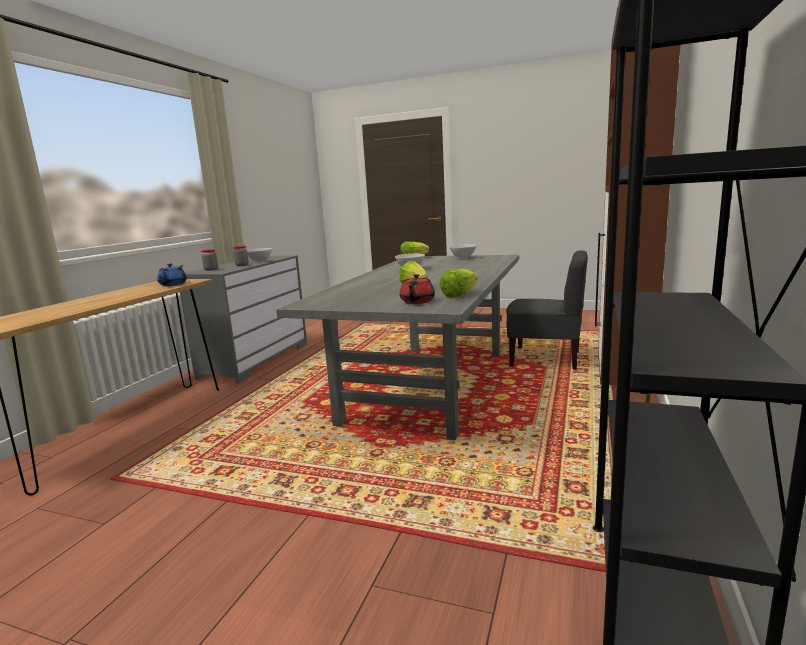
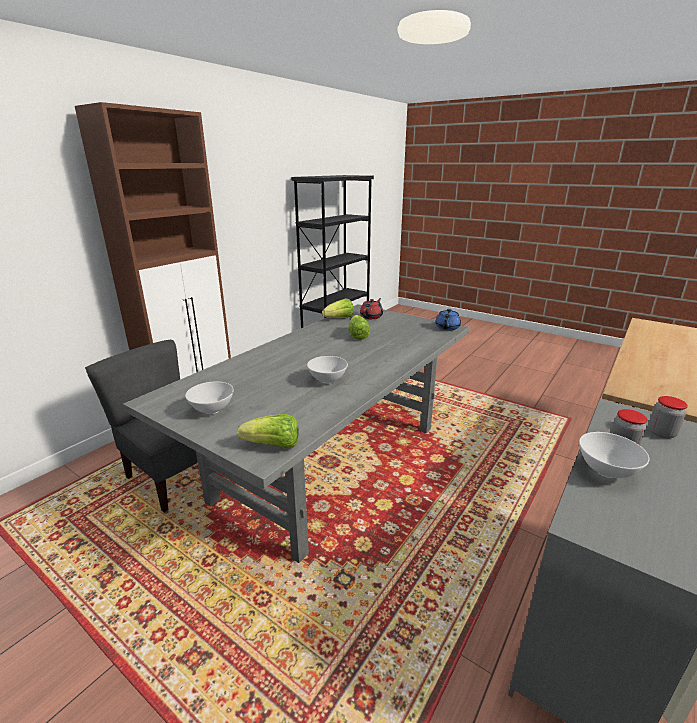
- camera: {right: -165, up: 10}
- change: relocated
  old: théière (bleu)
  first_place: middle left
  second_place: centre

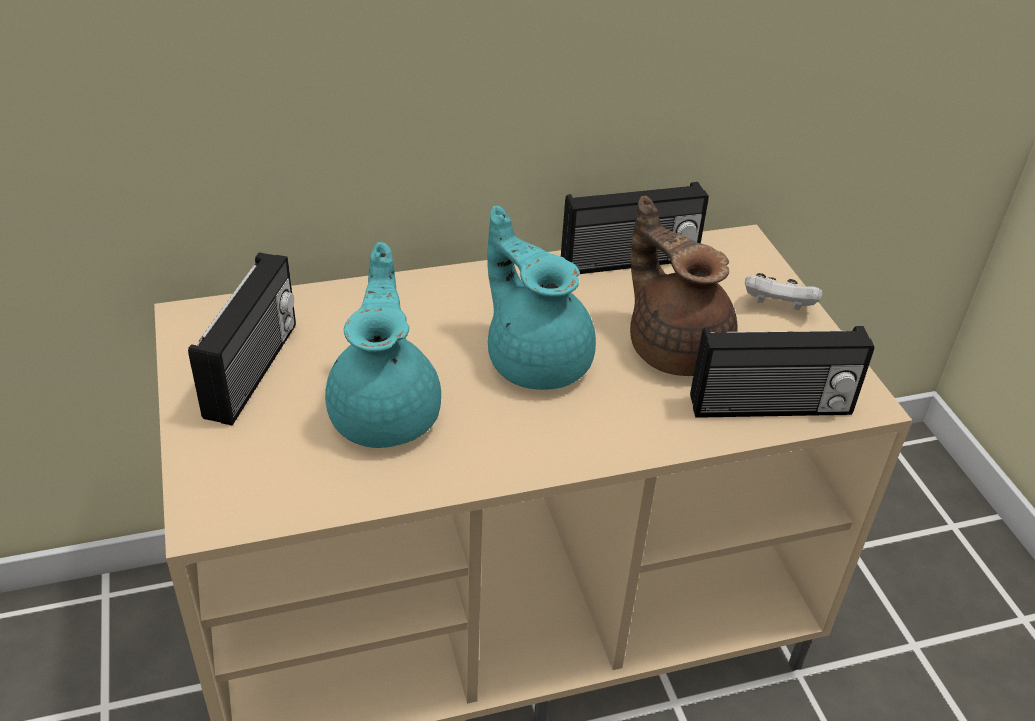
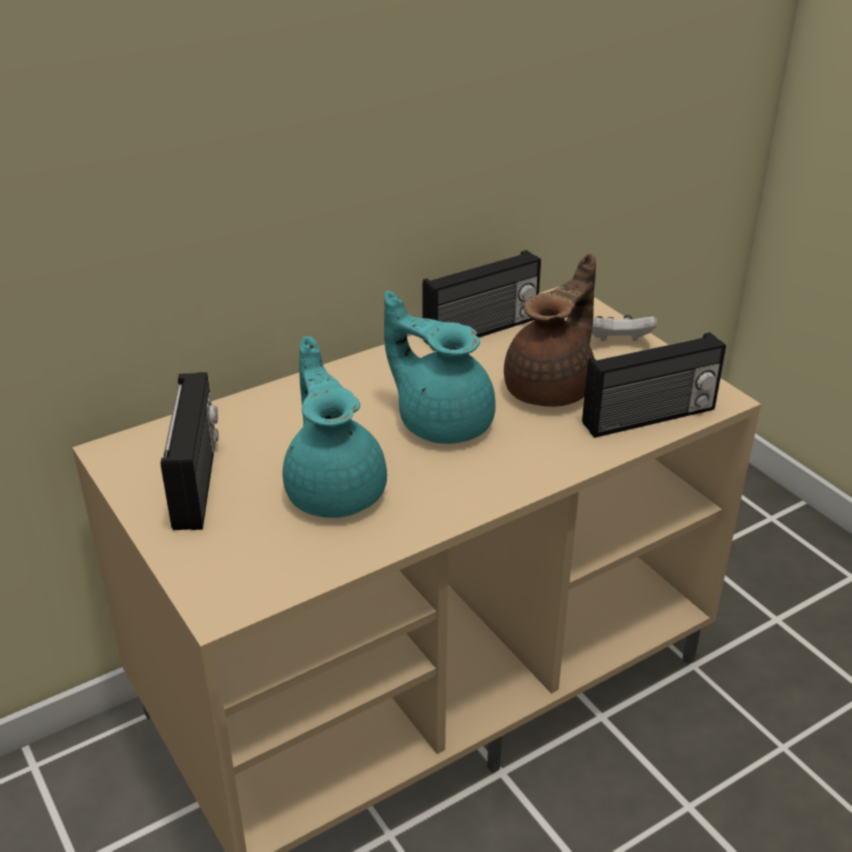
- camera: {right: -15, up: -5}
- change: spun
  old: théière (marron)
  first_place: centre
  second_place: centre
  degrees: 90

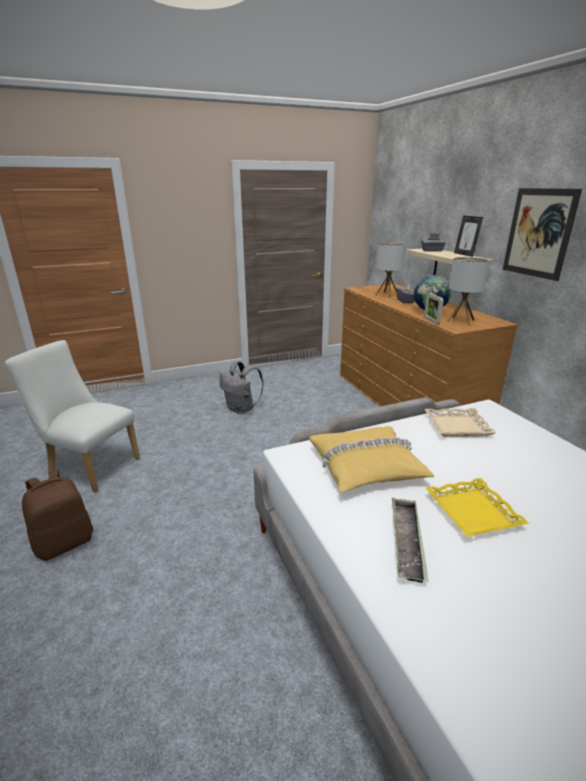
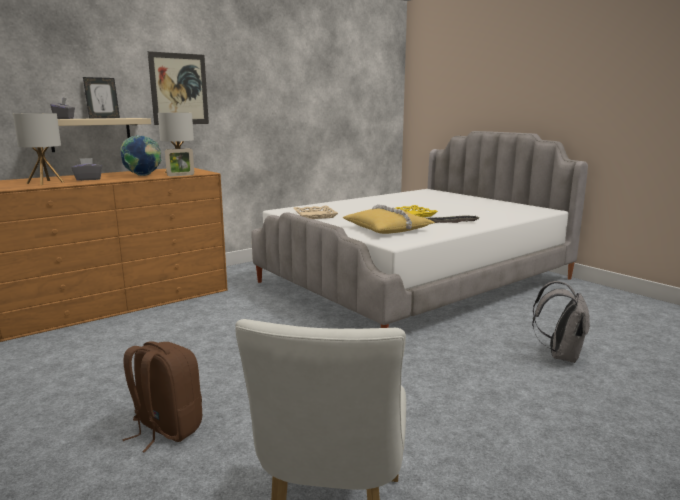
- camera: {right: -105, up: -10}
- change: relocated
  old: sac à dos (marron)
  first_place: middle left
  second_place: bottom left
- change: relocated
  old: sac à dos (gris)
  first_place: centre
  second_place: middle right

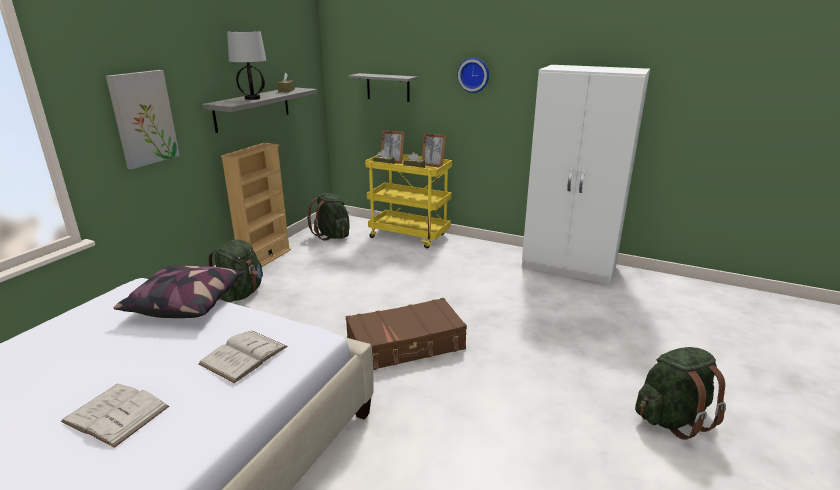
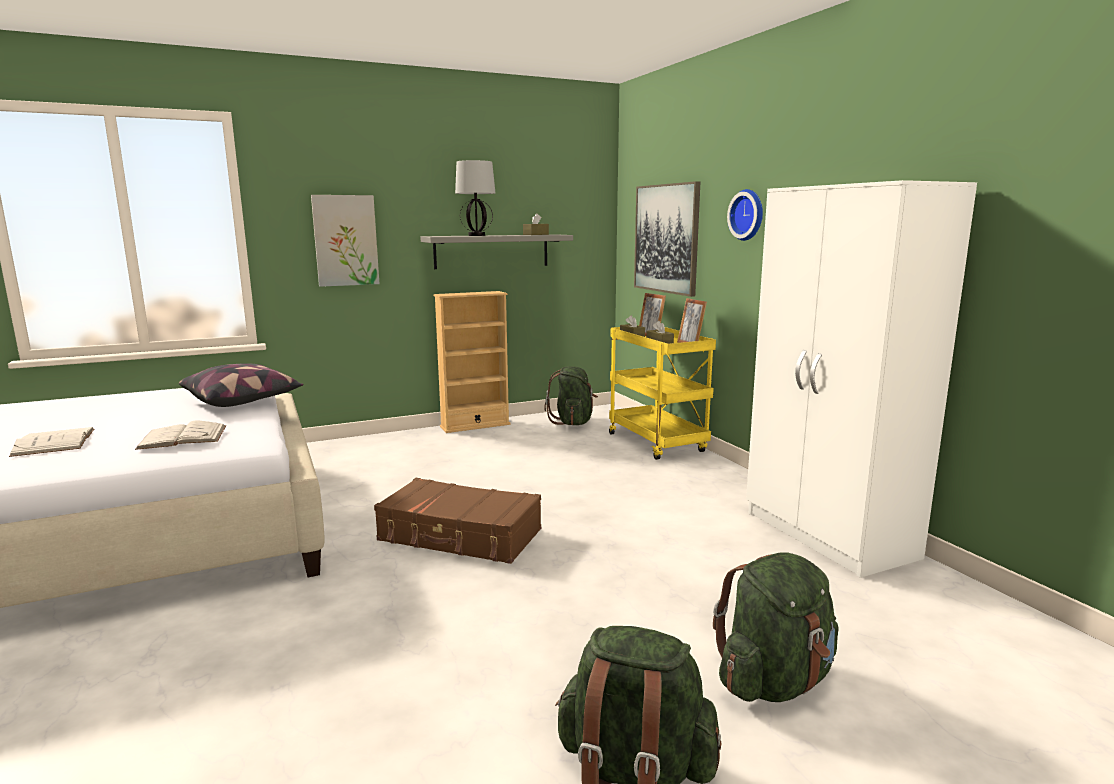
- camera: {right: 40, up: -10}
- change: exchanged
  old: étagère (gris) (no. 2 from left)
  new: tableau (no. 2 from left)
  first_place: top centre
  second_place: top centre
- change: relocated
  old: sac à dos (vert) (no. 1 from left in the first image)
  new: sac à dos (vert) (no. 3 from left)
  first_place: middle left
  second_place: bottom right

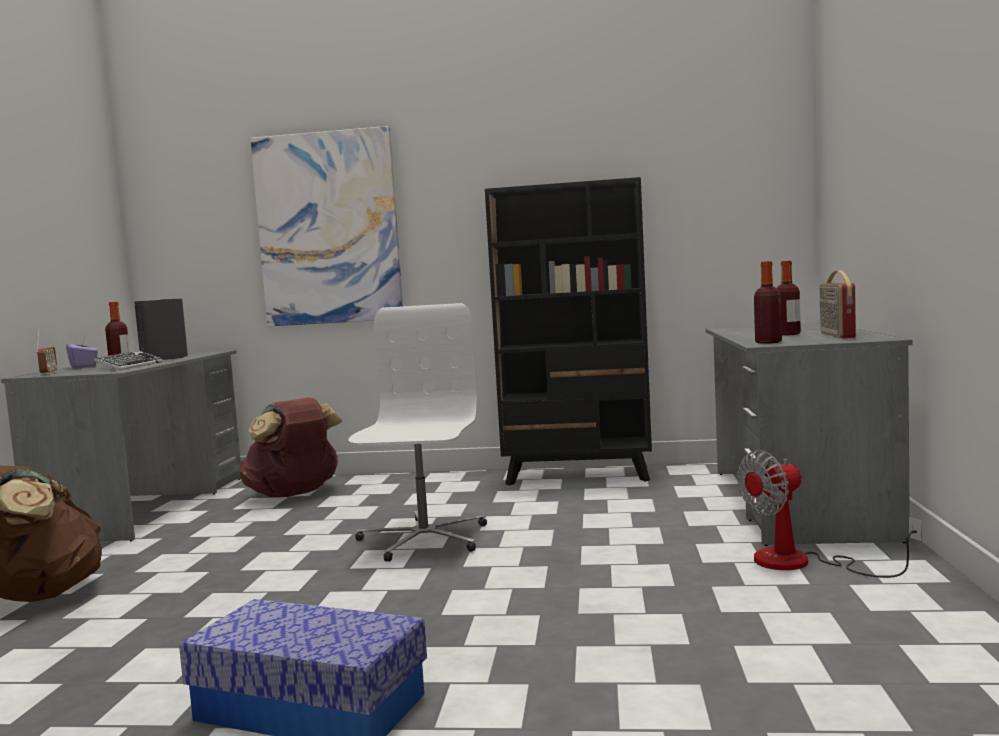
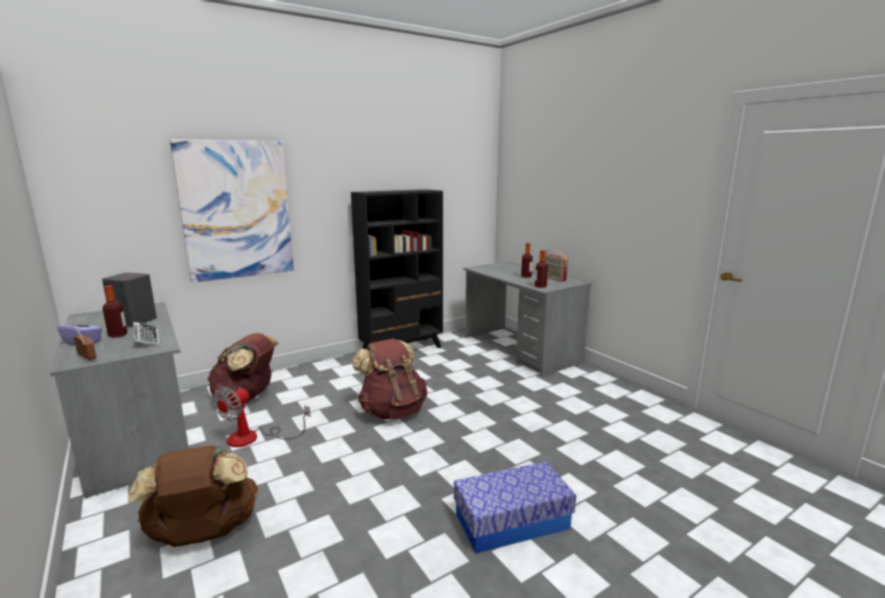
- camera: {right: -40, up: 10}
- change: relocated
  old: ventilateur
  first_place: bottom right
  second_place: bottom left
- change: exchanged
  old: chaise de bureau (blanc)
  new: sac à dos (marron) (no. 3 from left)
  first_place: centre
  second_place: centre

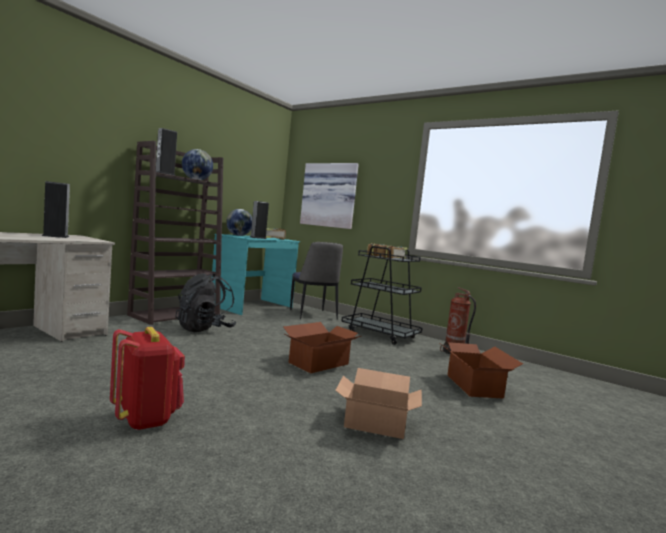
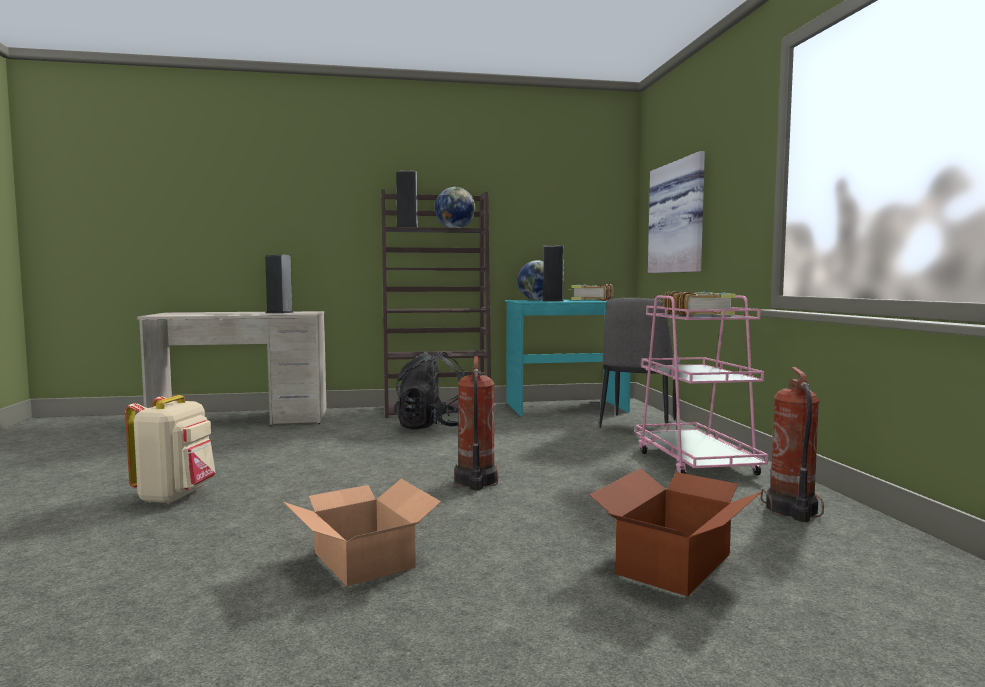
- camera: {right: 45, up: 0}
- change: colour
  old: sac à dos (rouge)
  new: sac à dos (beige)
  first_place: bottom left
  second_place: middle left
- change: exchanged
  old: carton (no. 1 from left)
  new: extincteur (no. 1 from left)
  first_place: centre
  second_place: centre
- change: colour
  old: chariot (noir)
  new: chariot (rose)
  first_place: centre
  second_place: middle right

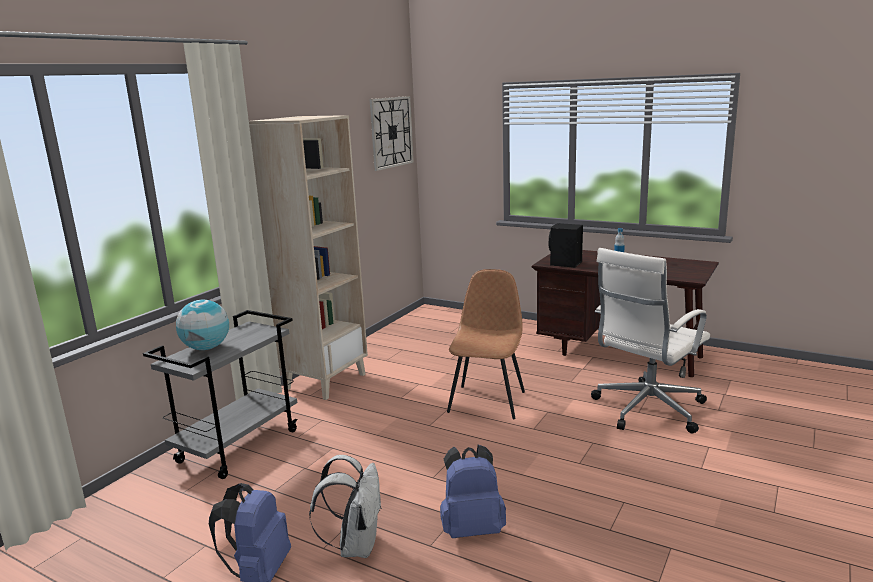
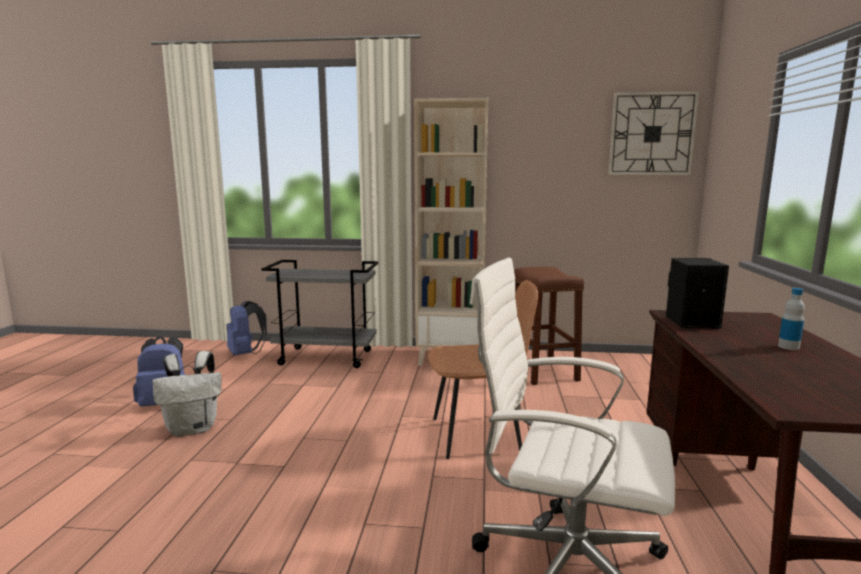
- camera: {right: 65, up: -5}
- change: relocated
  old: sac à dos (bleu) (no. 2 from left)
  first_place: bottom centre
  second_place: middle left
- change: appeared
  new: tabouret (marron)
  second_place: centre
- change: missing
  old: globe
  first_place: middle left

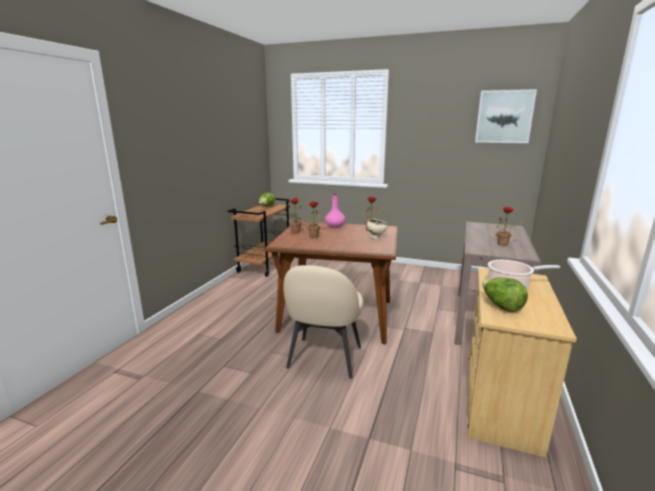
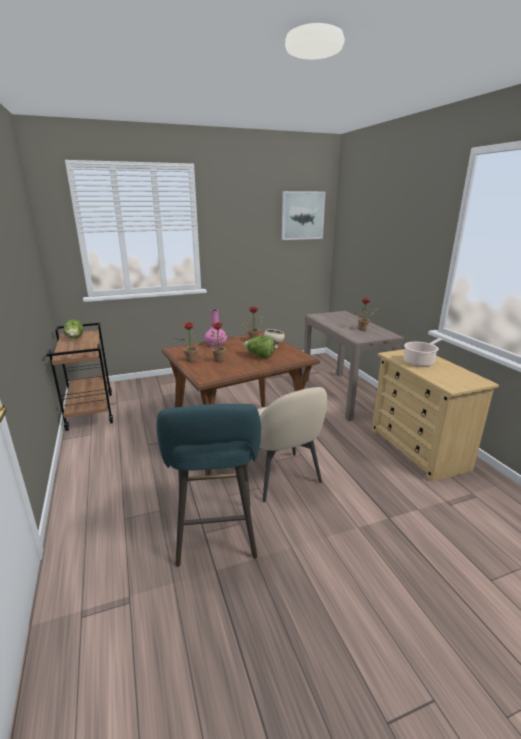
- camera: {right: -40, up: 5}
- change: appeared
  new: tabouret (turquoise)
  second_place: centre
- change: relocated
  old: laitue (no. 2 from left)
  first_place: middle right
  second_place: centre

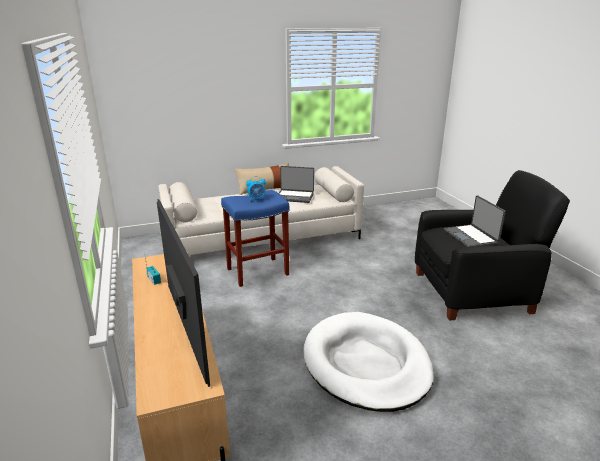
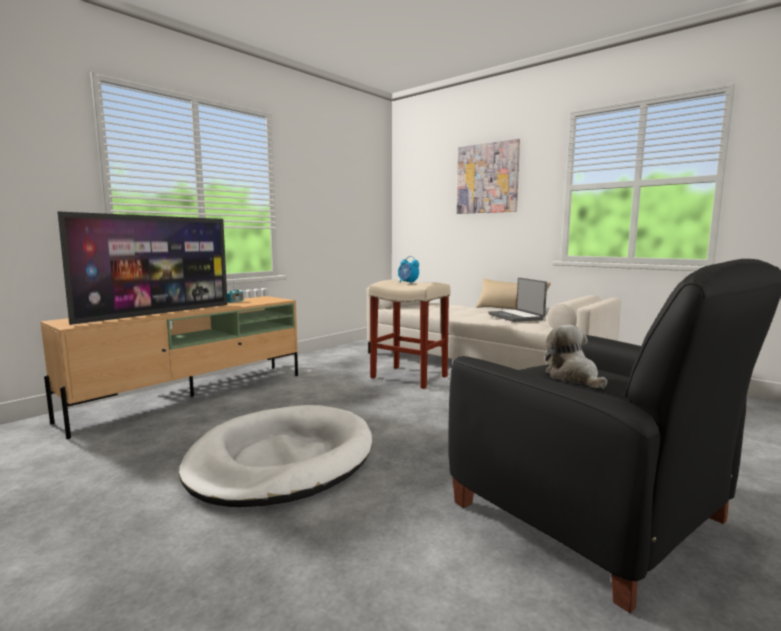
- camera: {right: 60, up: -15}
- change: colour
  old: tabouret (bleu)
  new: tabouret (beige)
  first_place: centre
  second_place: centre
- change: appeared
  new: tableau
  second_place: top centre
- change: exchanged
  old: ordinateur portable (no. 2 from left)
  new: peluche
  first_place: middle right
  second_place: middle right

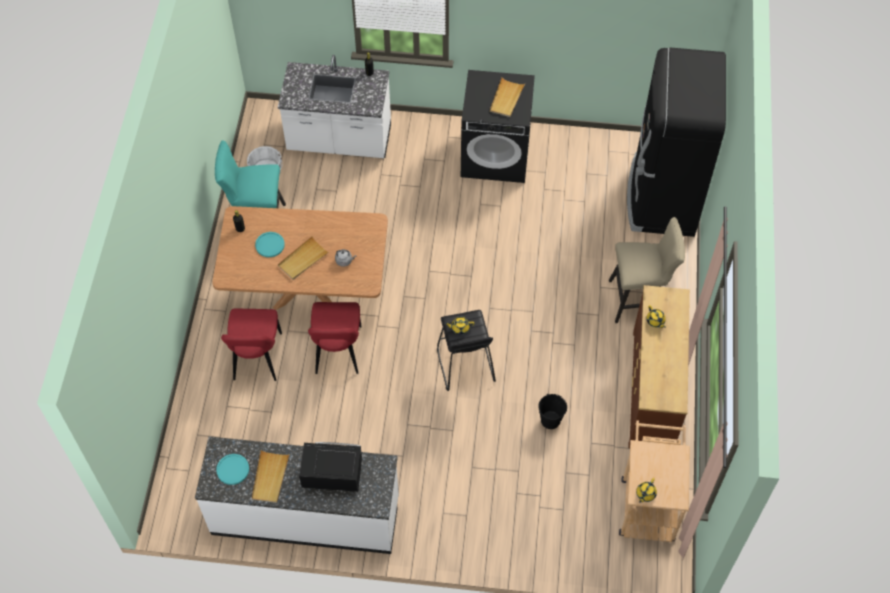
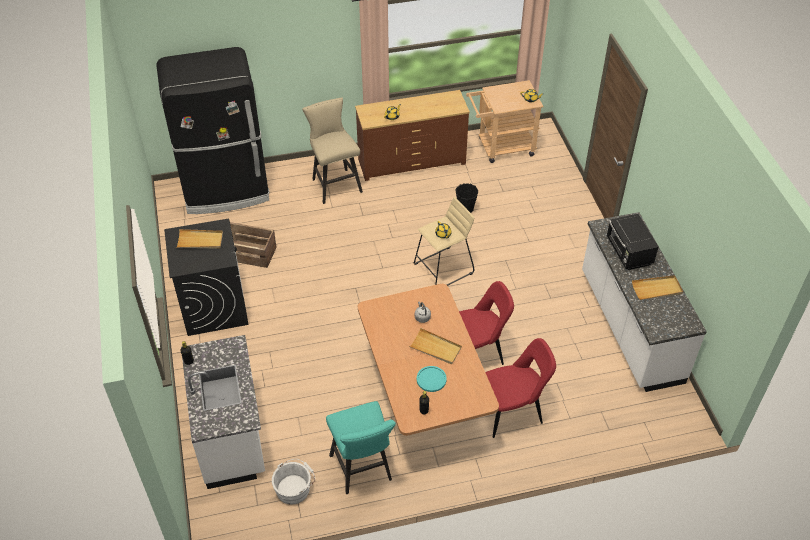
- camera: {right: -110, up: -10}
- change: appeared
  new: caisse
  second_place: middle left
- change: colour
  old: tabouret (noir)
  new: tabouret (beige) (no. 2 from left)
  first_place: centre
  second_place: centre
- change: missing
  old: assiette (turquoise) (no. 1 from left)
  first_place: bottom left

